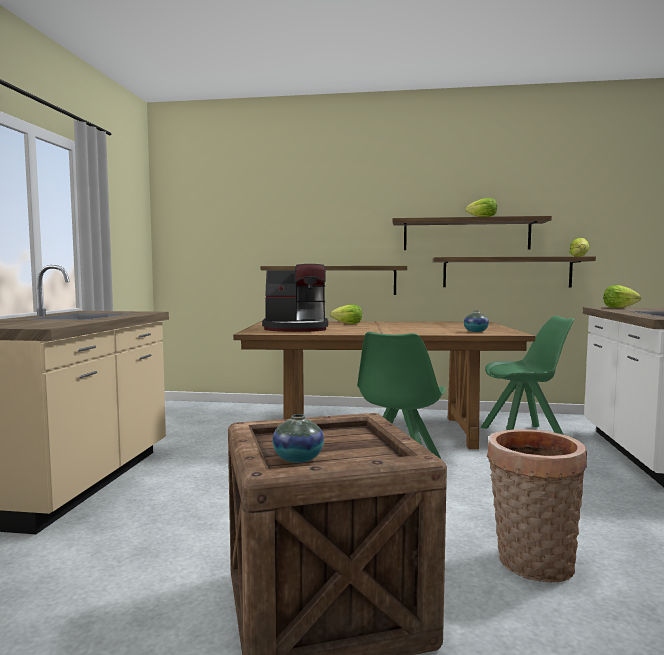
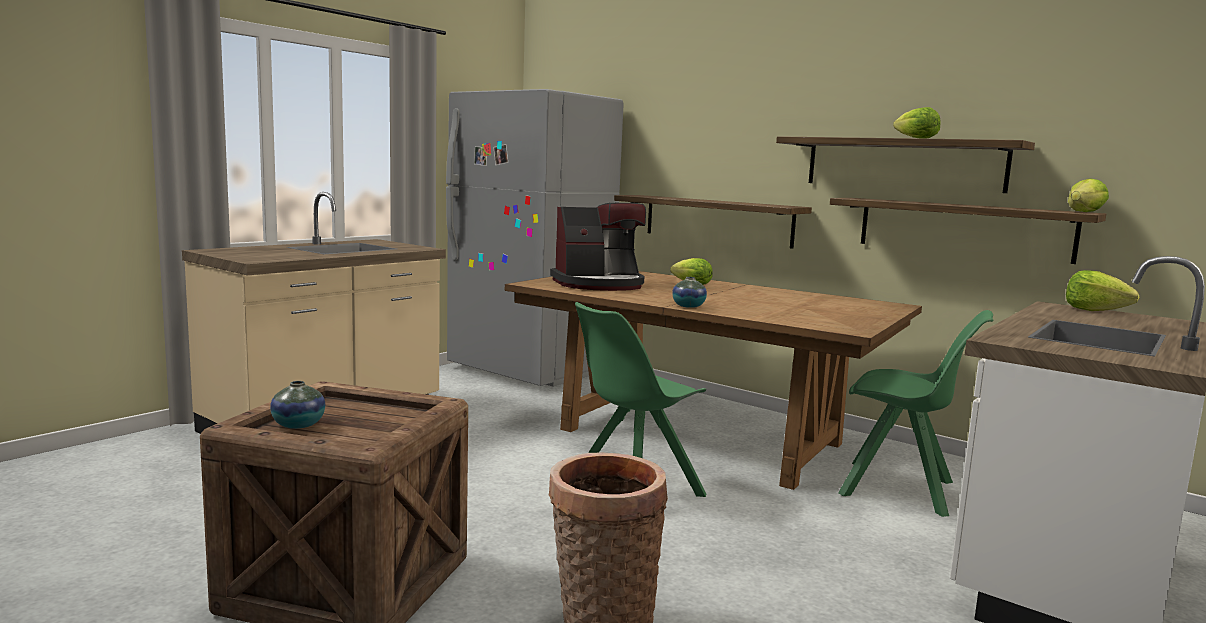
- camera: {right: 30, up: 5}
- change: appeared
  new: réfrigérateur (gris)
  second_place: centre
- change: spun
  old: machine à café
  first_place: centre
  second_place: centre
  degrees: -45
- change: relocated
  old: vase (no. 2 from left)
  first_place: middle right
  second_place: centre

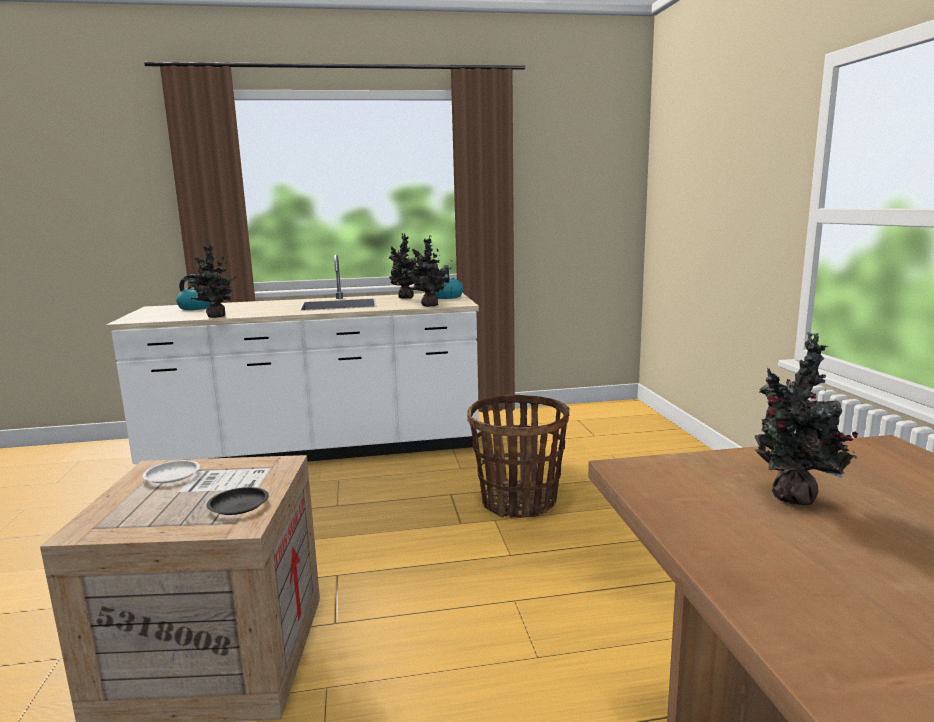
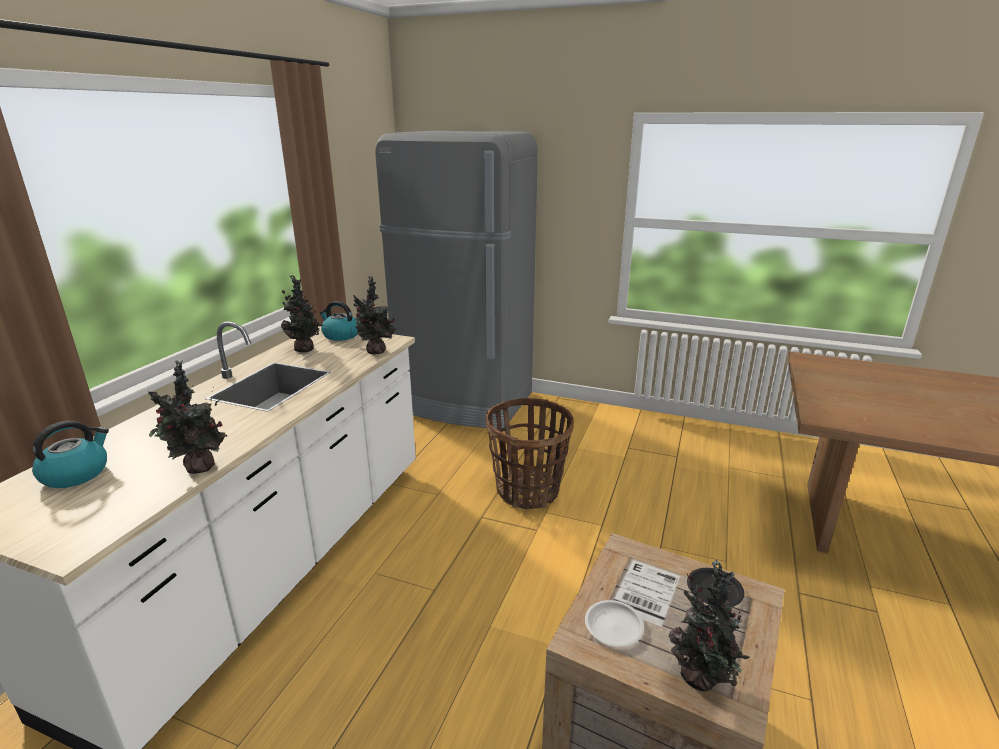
- camera: {right: -60, up: 10}
- change: appeared
  new: réfrigérateur (gris)
  second_place: centre
- change: relocated
  old: plante en pot (no. 4 from left)
  first_place: middle right
  second_place: bottom right

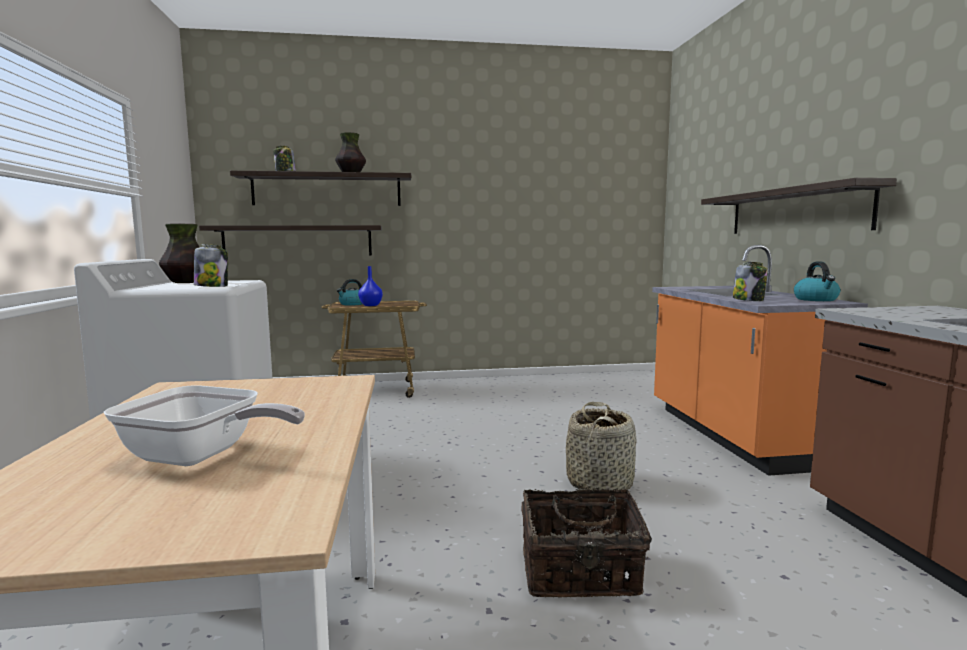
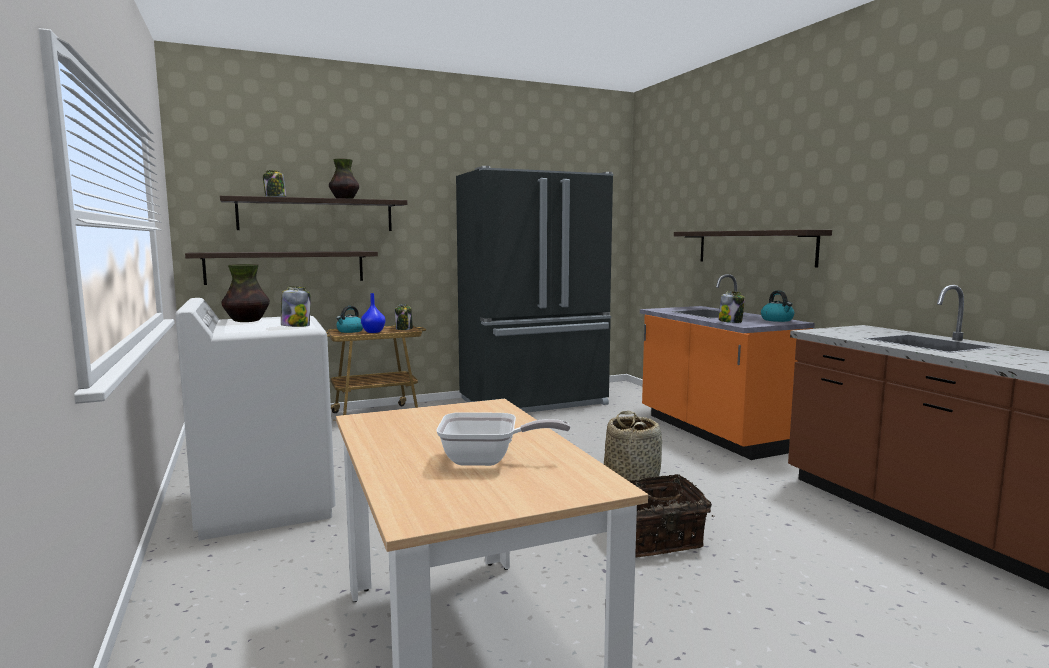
- camera: {right: -15, up: 0}
- change: appeared
  new: bocal (no. 3 from left)
  second_place: centre
- change: appeared
  new: réfrigérateur (noir)
  second_place: centre

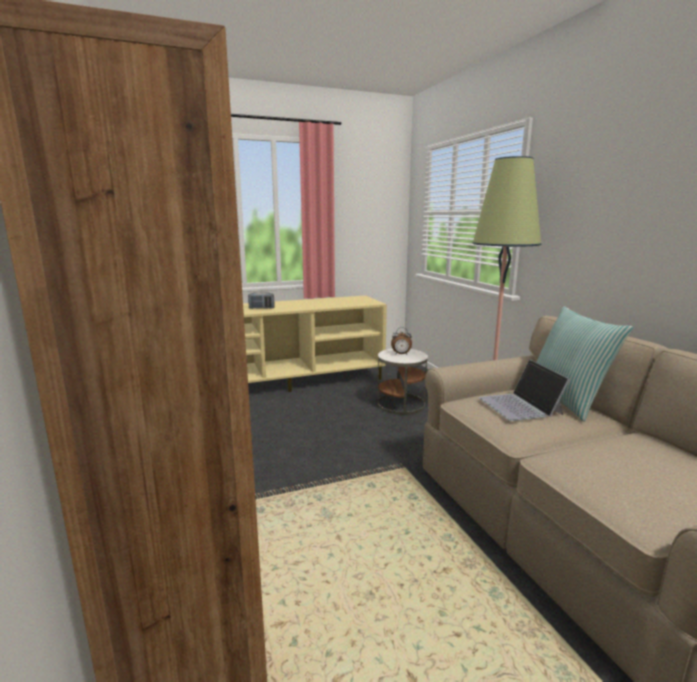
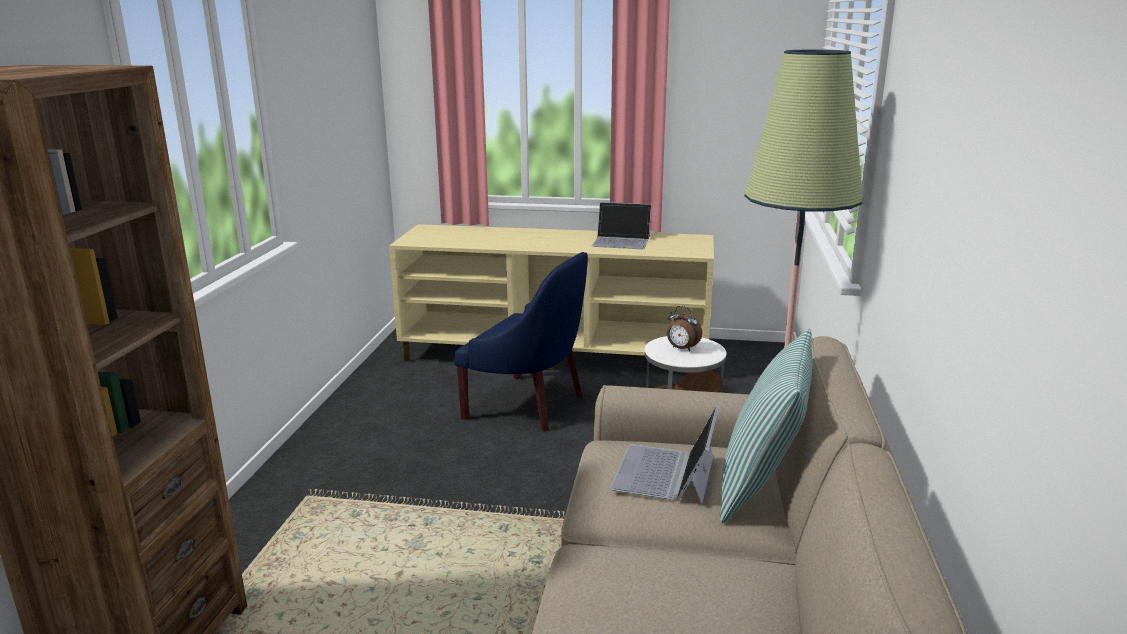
- camera: {right: 30, up: 5}
- change: appeared
  new: fauteuil (bleu)
  second_place: centre
- change: appeared
  new: ordinateur portable (no. 1 from left)
  second_place: centre
- change: missing
  old: radio
  first_place: centre

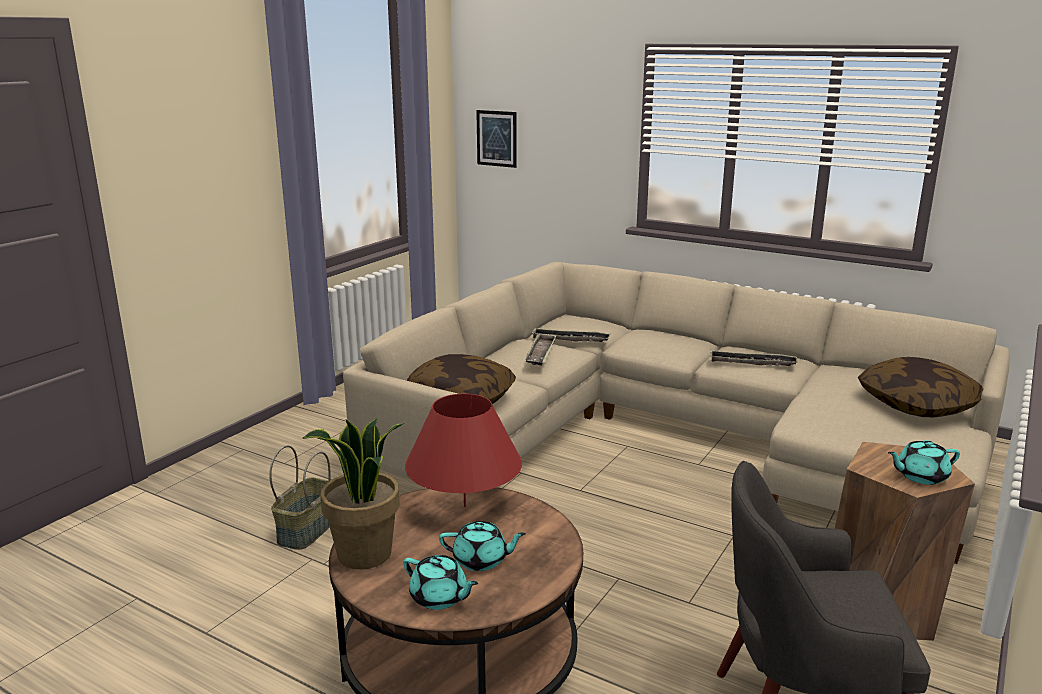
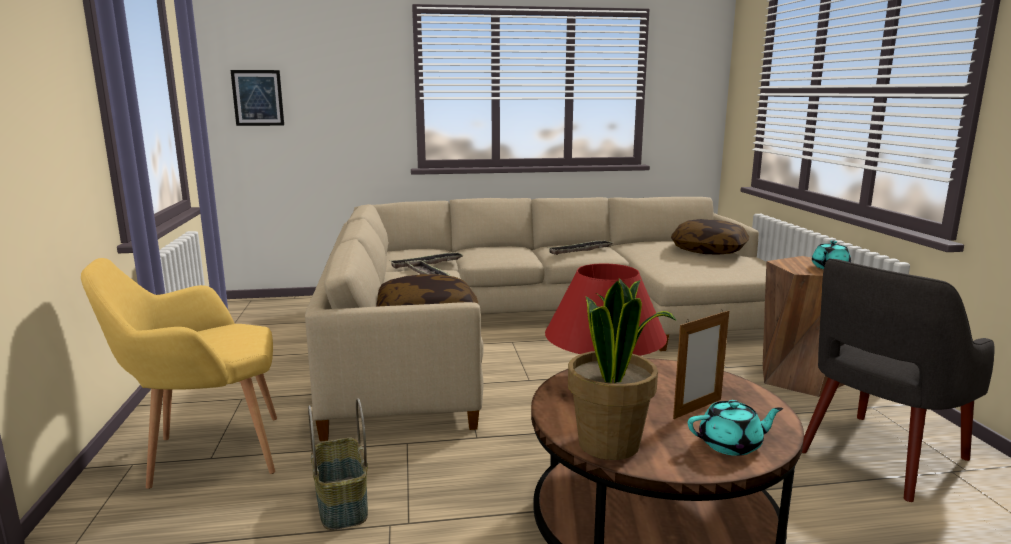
- camera: {right: -40, up: -5}
- change: appeared
  new: fauteuil (jaune)
  second_place: bottom left
- change: exchanged
  old: théière (turquoise) (no. 2 from left)
  new: cadre photo
  first_place: bottom centre
  second_place: bottom right

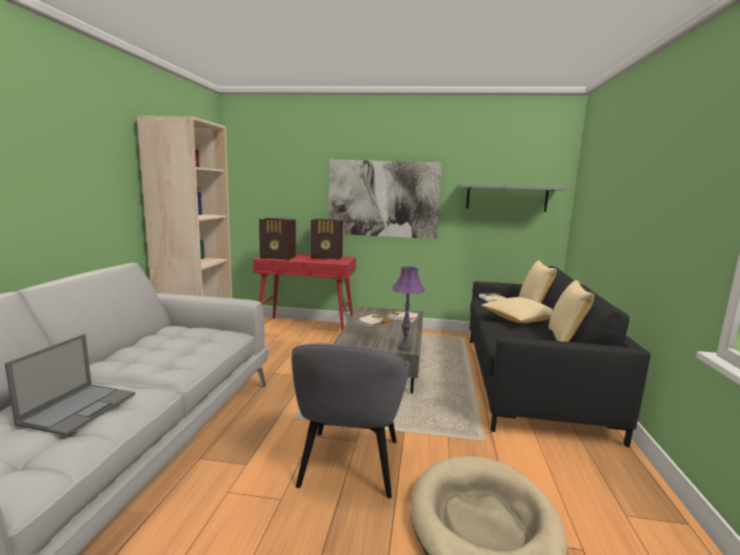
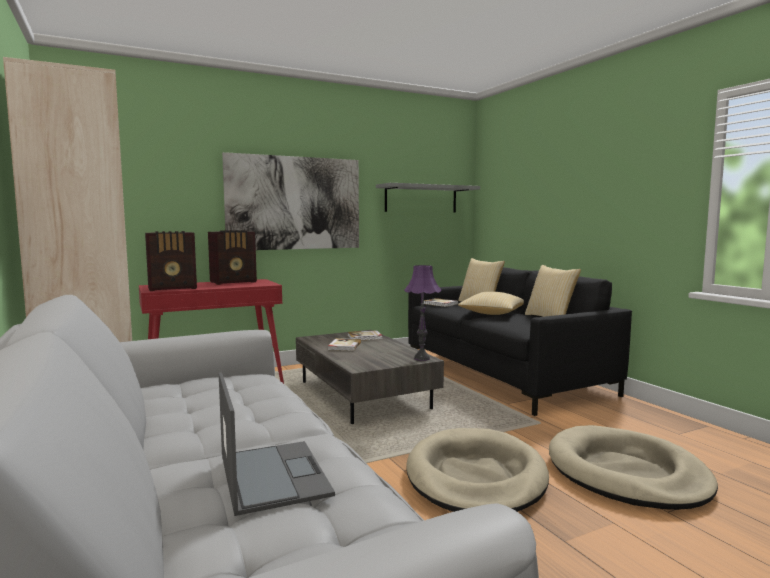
- camera: {right: -35, up: -5}
- change: exchanged
  old: fauteuil (gris)
  new: panier pour chien (beige) (no. 1 from left)
  first_place: bottom centre
  second_place: bottom centre

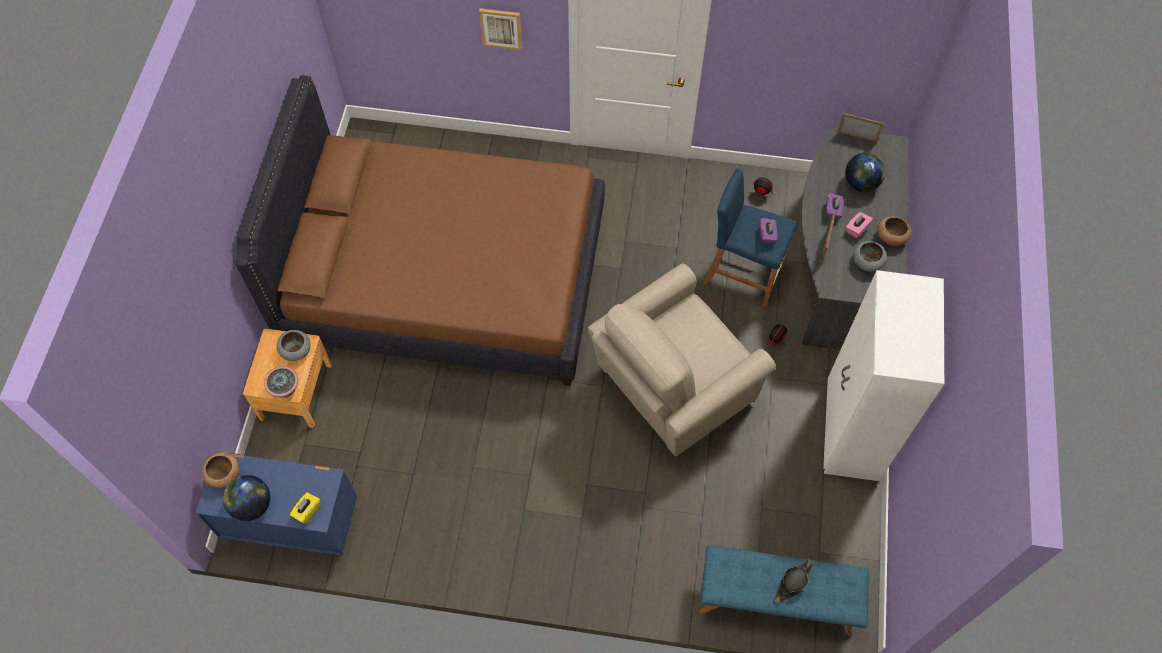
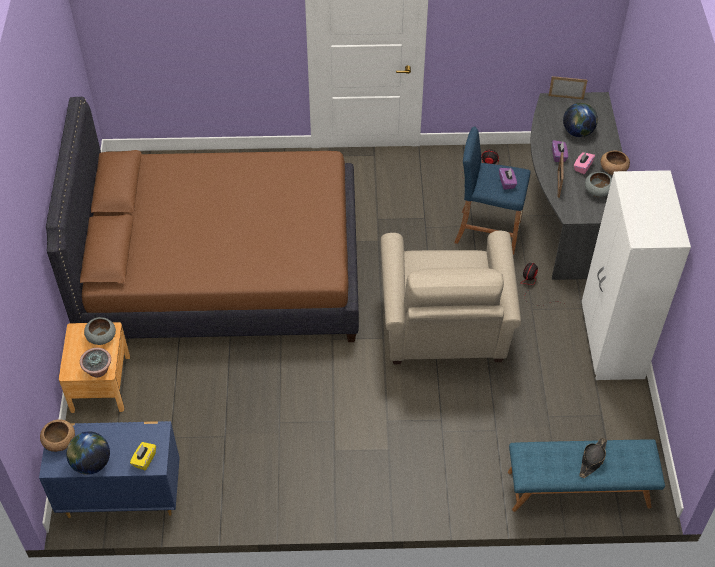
- camera: {right: -10, up: -10}
- change: spun
  old: fauteuil (beige)
  first_place: centre
  second_place: centre
  degrees: -45
- change: missing
  old: tableau
  first_place: top centre

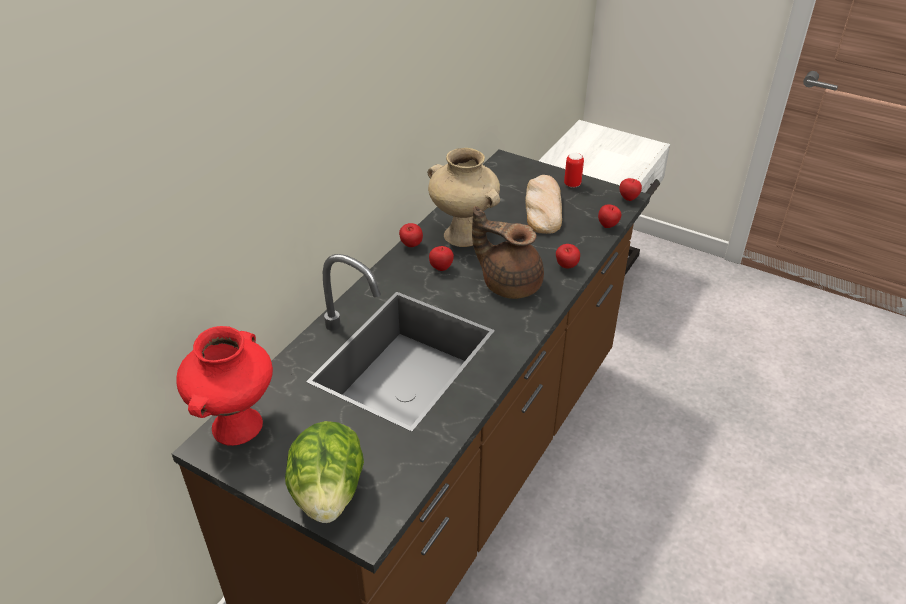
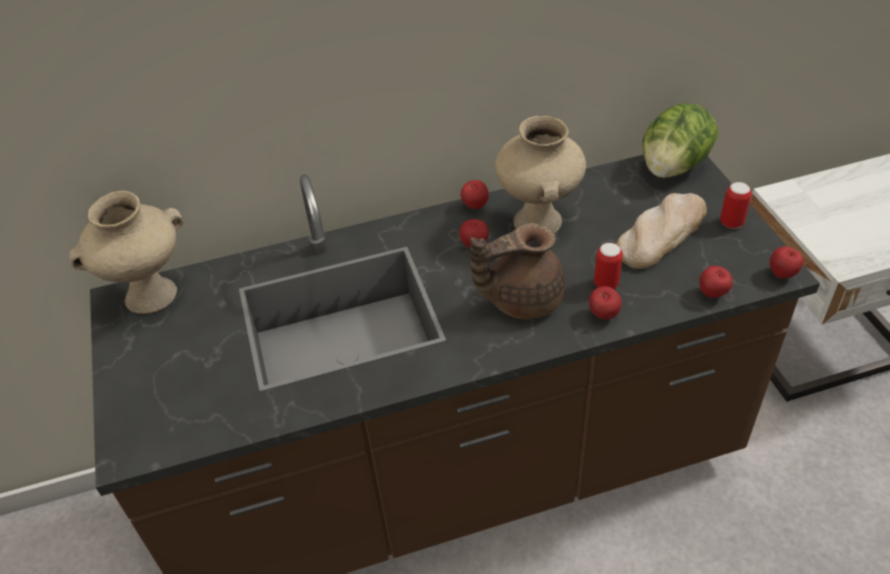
- camera: {right: 45, up: 5}
- change: colour
  old: vase (rouge)
  new: vase (beige) (no. 1 from left)
  first_place: middle left
  second_place: middle left
- change: spun
  old: théière (marron)
  first_place: centre
  second_place: centre
  degrees: -90
- change: appeared
  new: boîte métallique (no. 1 from left)
  second_place: middle right
- change: relocated
  old: laitue
  first_place: bottom centre
  second_place: top right

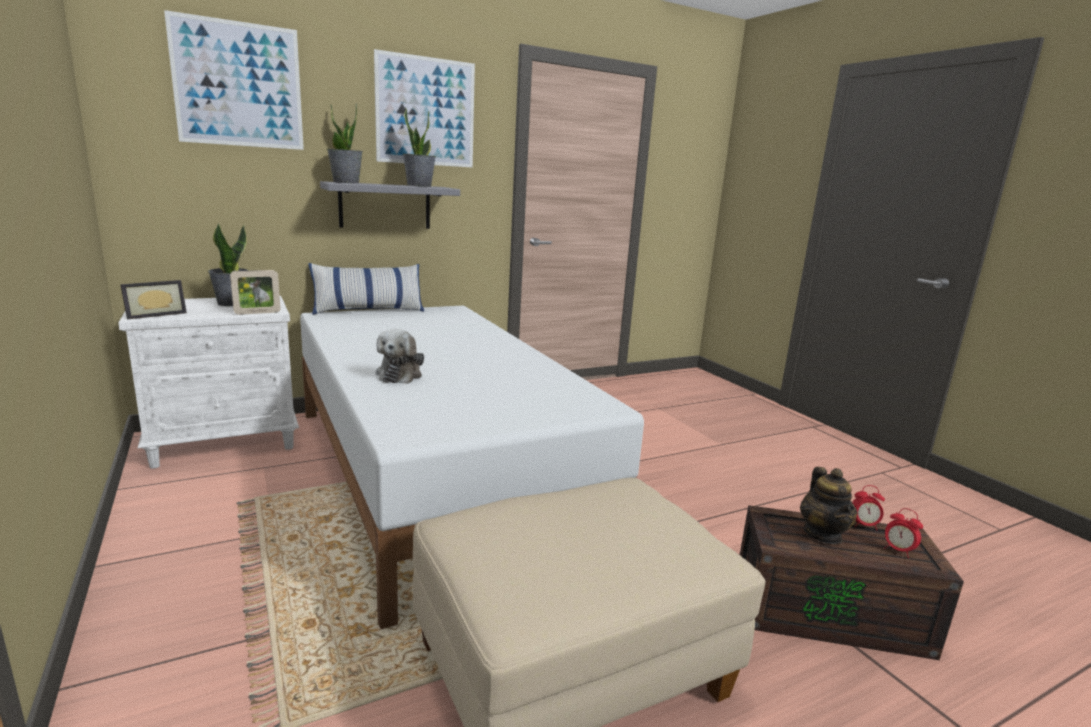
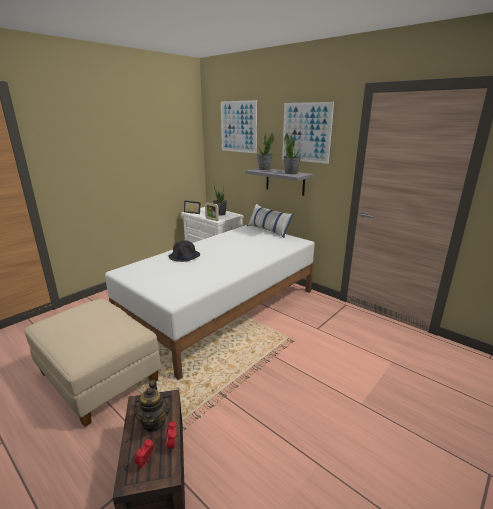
- camera: {right: 70, up: 5}
- change: spun
  old: théière
  first_place: bottom right
  second_place: bottom left
  degrees: -75
- change: exchanged
  old: peluche
  new: chapeau (noir)
  first_place: centre
  second_place: centre

